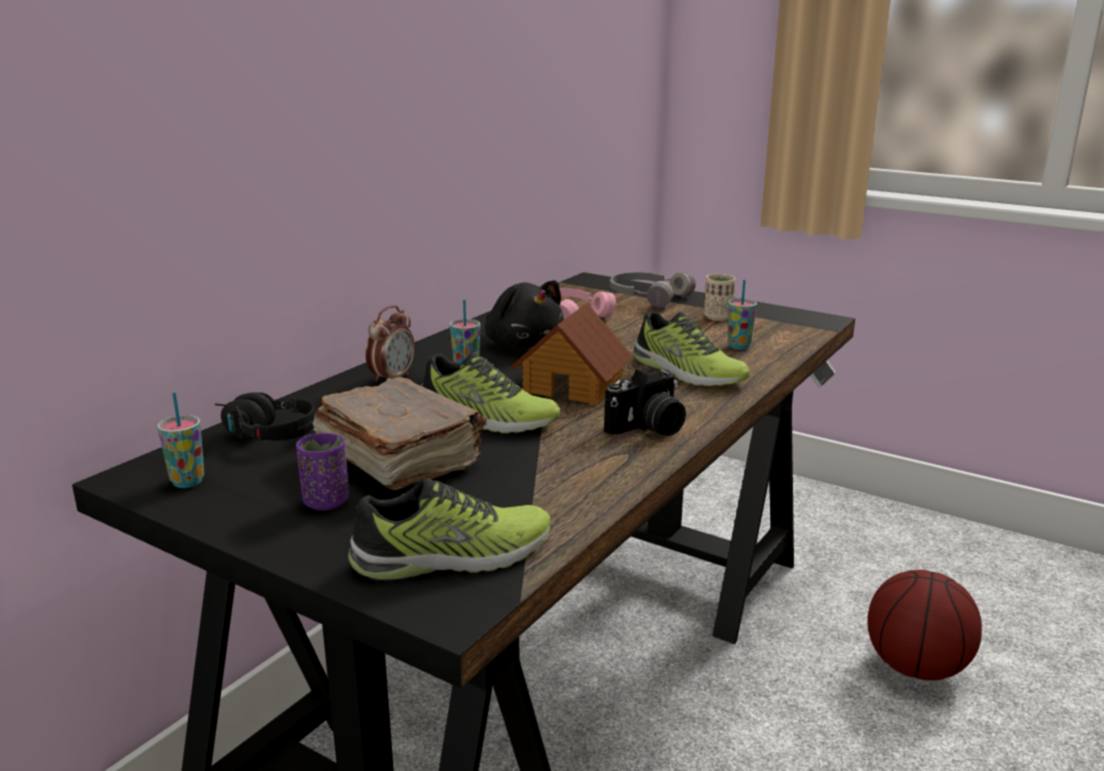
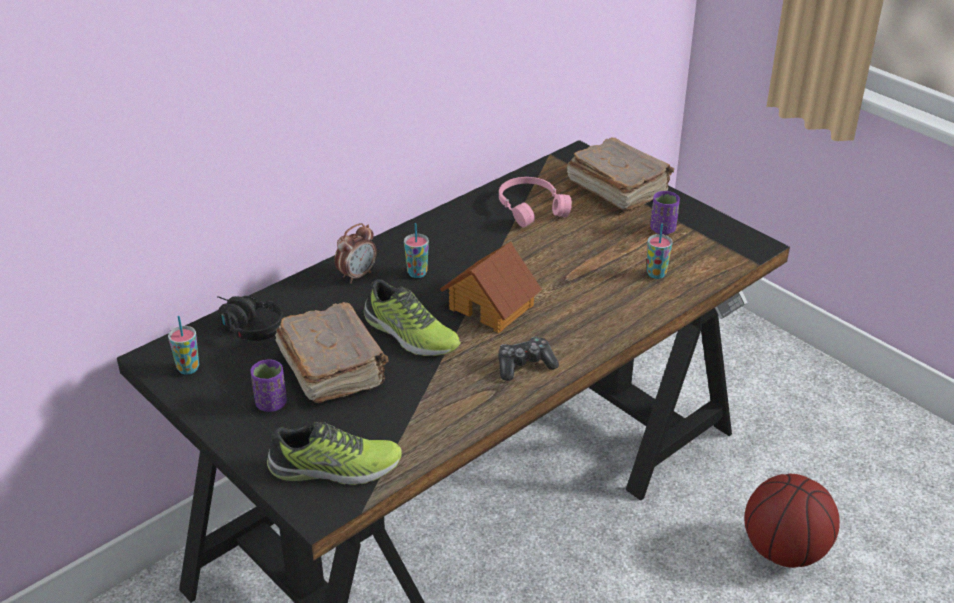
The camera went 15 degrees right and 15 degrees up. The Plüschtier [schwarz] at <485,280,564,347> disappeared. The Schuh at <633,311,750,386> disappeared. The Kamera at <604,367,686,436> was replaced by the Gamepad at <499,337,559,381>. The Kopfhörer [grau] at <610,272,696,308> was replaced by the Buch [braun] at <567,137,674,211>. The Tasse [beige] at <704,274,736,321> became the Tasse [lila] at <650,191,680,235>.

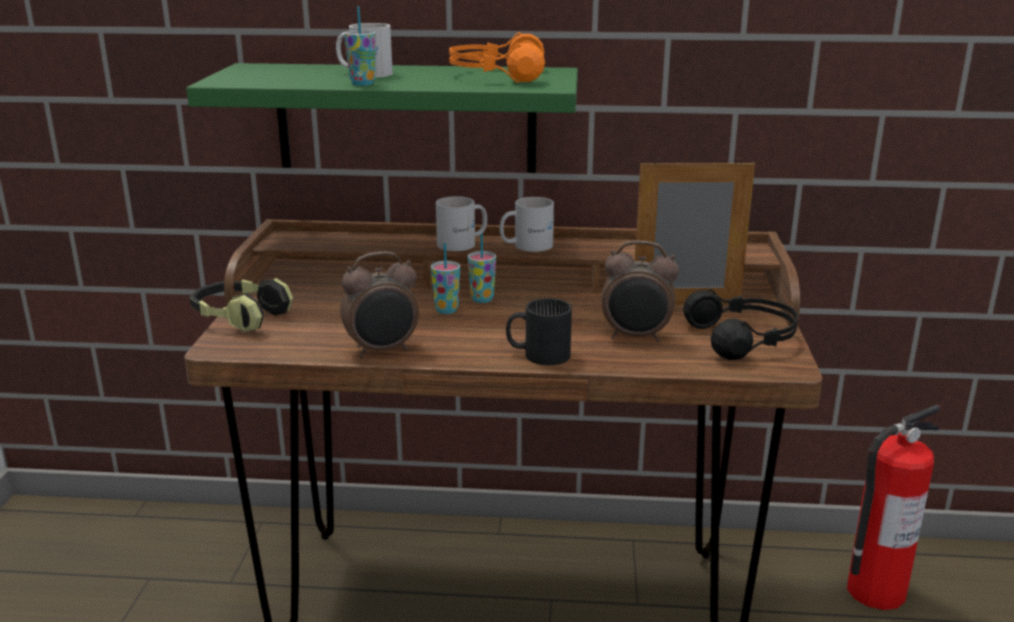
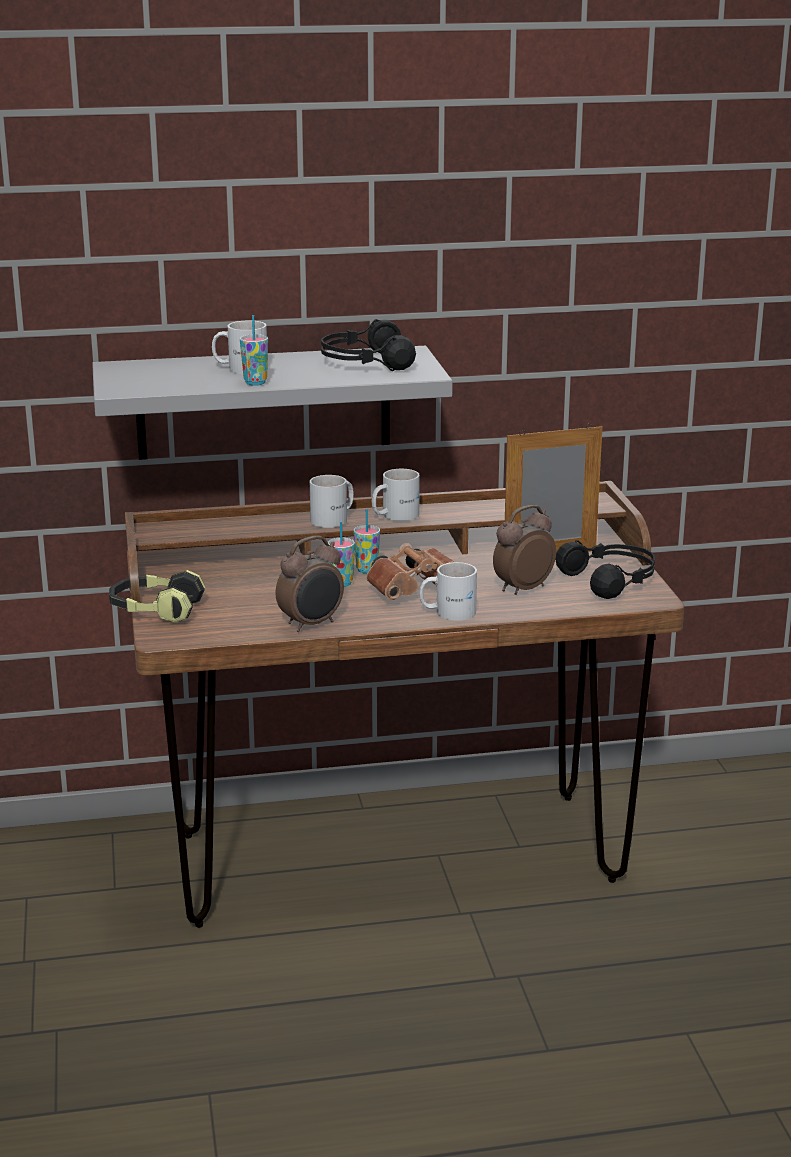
The camera went 15 degrees left and 0 degrees up. The Feuerlöscher at <847,405,940,610> disappeared. The Fernglas [braun] at <366,543,455,600> appeared. The Wandregal [grün] at <186,63,578,173> became the Wandregal [grau] at <92,346,453,460>. The Kopfhörer [orange] at <449,32,545,83> became the Kopfhörer [schwarz] at <321,319,416,371>. The Henkelbecher [schwarz] at <506,298,572,365> became the Henkelbecher [weiß] at <419,562,477,621>. The Wecker at <601,241,679,342> turned 150 degrees clockwise.

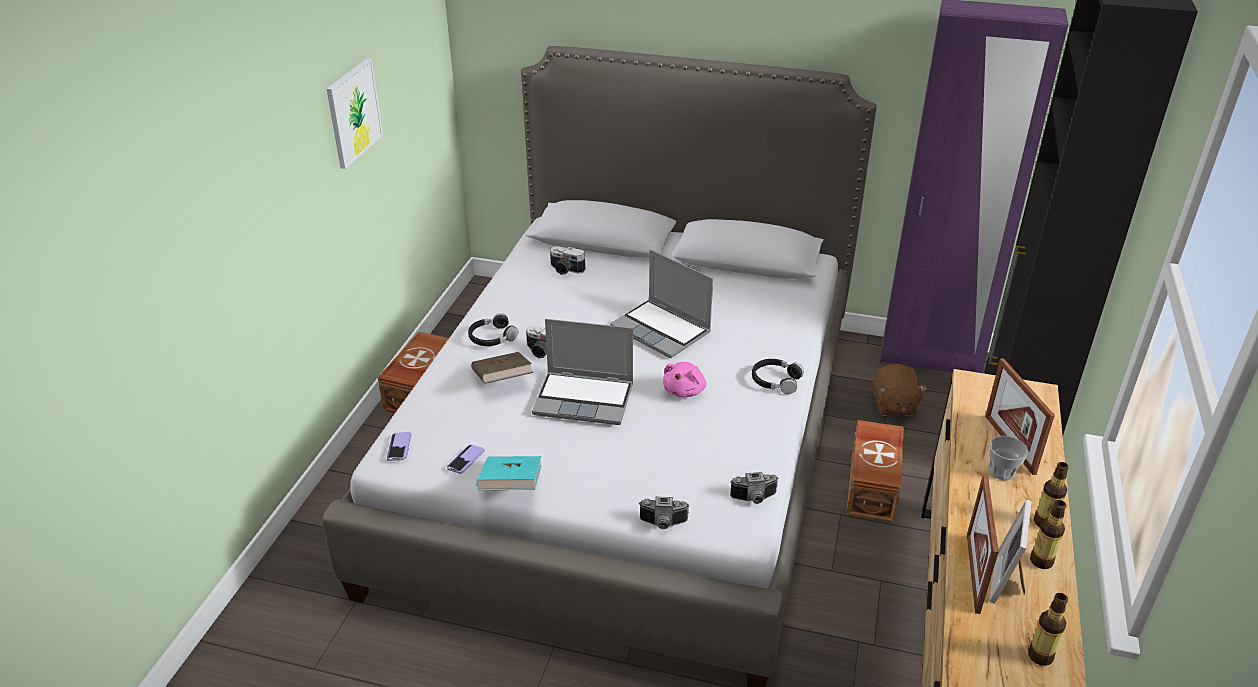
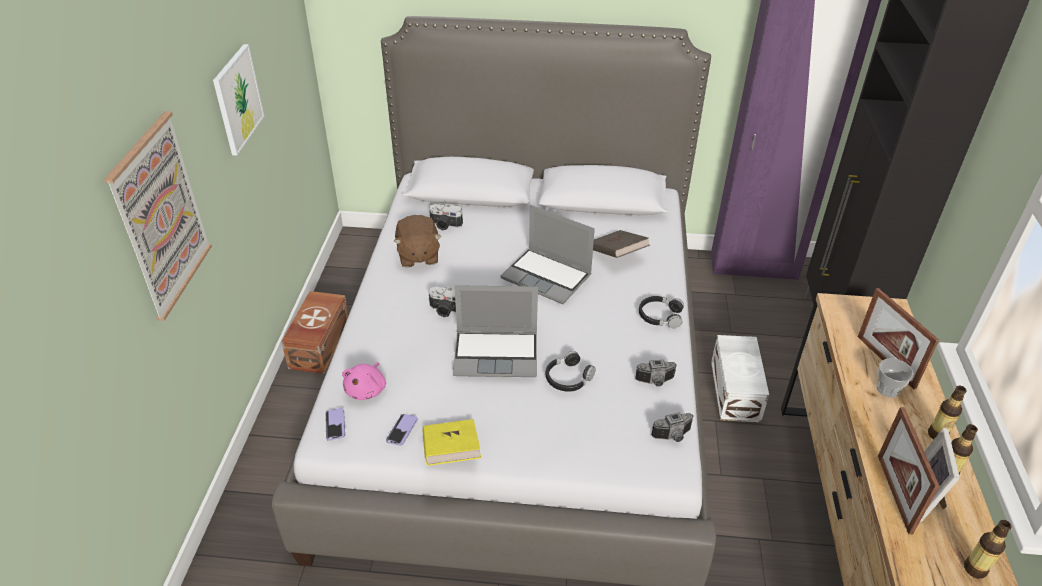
The camera went 10 degrees left and 5 degrees up. The Bild at <104,111,212,321> appeared. The Kopfhörer [schwarz] moved from <468,313,518,346> to <546,351,596,392>. The Buch [braun] moved from <471,352,533,384> to <593,230,650,258>. The Kamera moved from <639,497,689,529> to <635,360,677,387>. The Plüschtier [rosa] moved from <663,362,706,397> to <342,362,386,400>. The Plüschtier [braun] moved from <873,364,927,416> to <393,215,442,267>. The Buch [türkis] at <476,456,542,490> became the Buch [gelb] at <422,419,481,466>. The Aufbewahrungsbox [braun] at <846,420,904,522> became the Aufbewahrungsbox [weiß] at <711,335,769,422>.

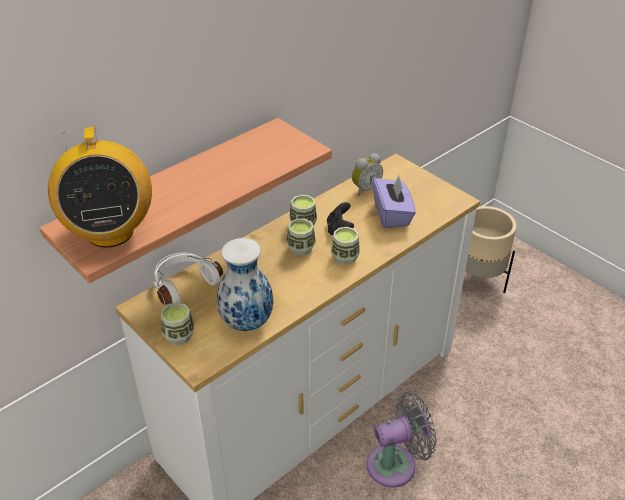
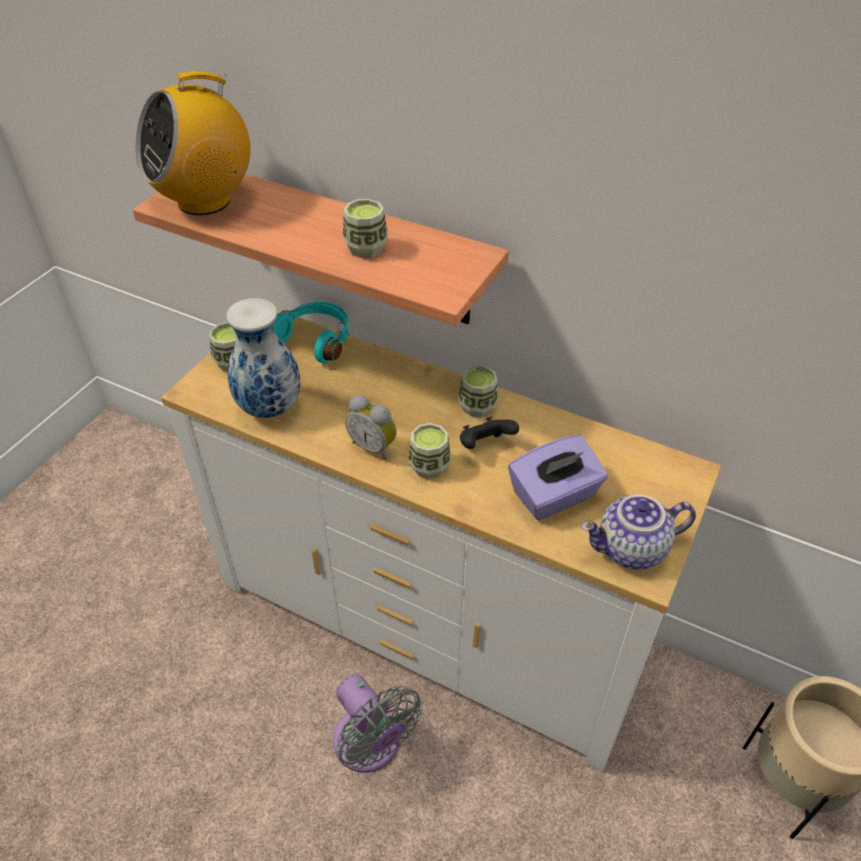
The camera went 70 degrees right and 5 degrees up. The Teekanne at <581,495,696,569> appeared. The Tasse moved from <287,219,316,256> to <343,199,388,258>. The Wecker moved from <352,153,383,196> to <345,395,397,460>. The Kopfhörer [weiß] at <153,253,223,305> became the Kopfhörer [türkis] at <274,302,349,364>.

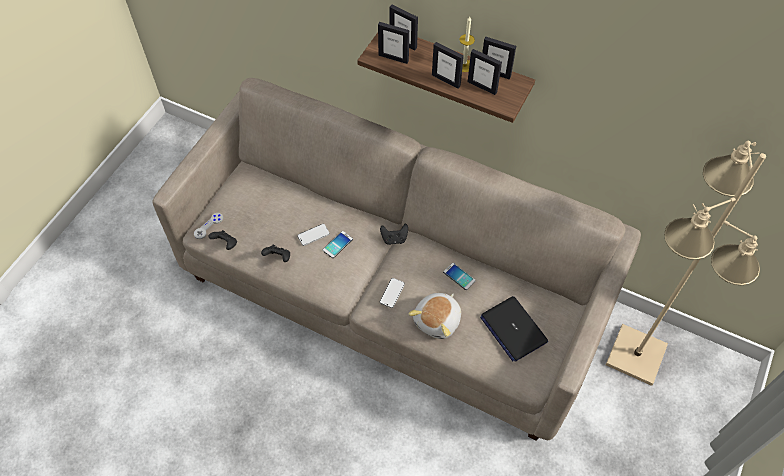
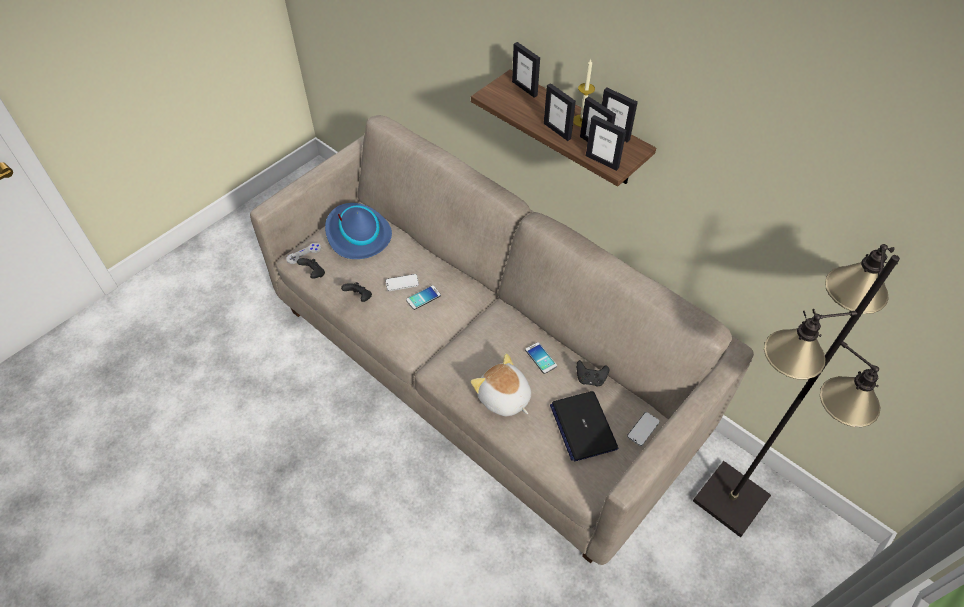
The camera went 15 degrees right and 5 degrees down. The Hut [blau] at <325,203,392,259> appeared. The Bilderrahmen moved from <378,22,409,64> to <586,115,626,171>. The Gamepad [schwarz] moved from <380,224,408,245> to <576,360,610,386>. The Handy moved from <380,278,405,308> to <627,412,660,446>. The Stehlampe [beige] at <606,141,766,386> became the Stehlampe [schwarz] at <693,244,900,538>. The Plüschtier at <408,293,461,339> turned 90 degrees clockwise.

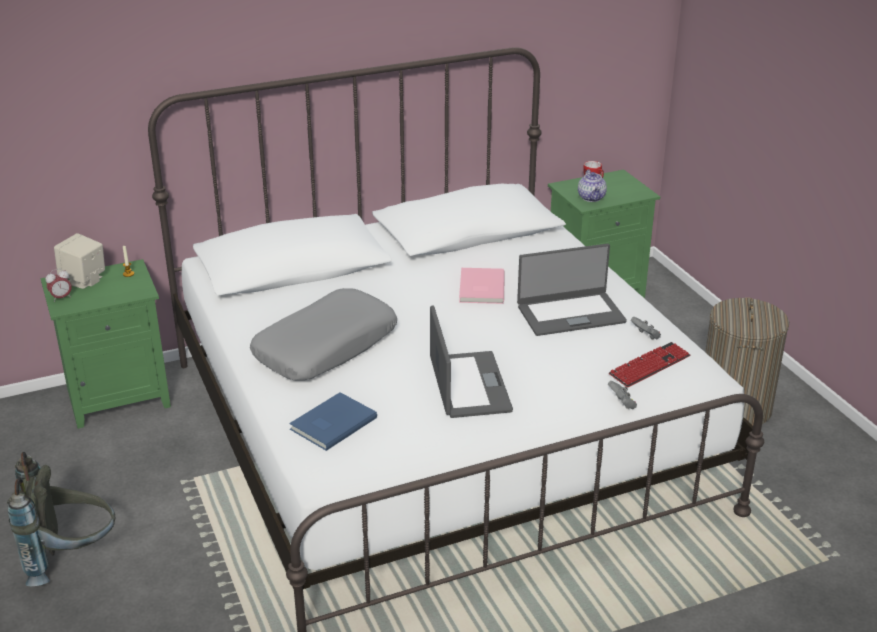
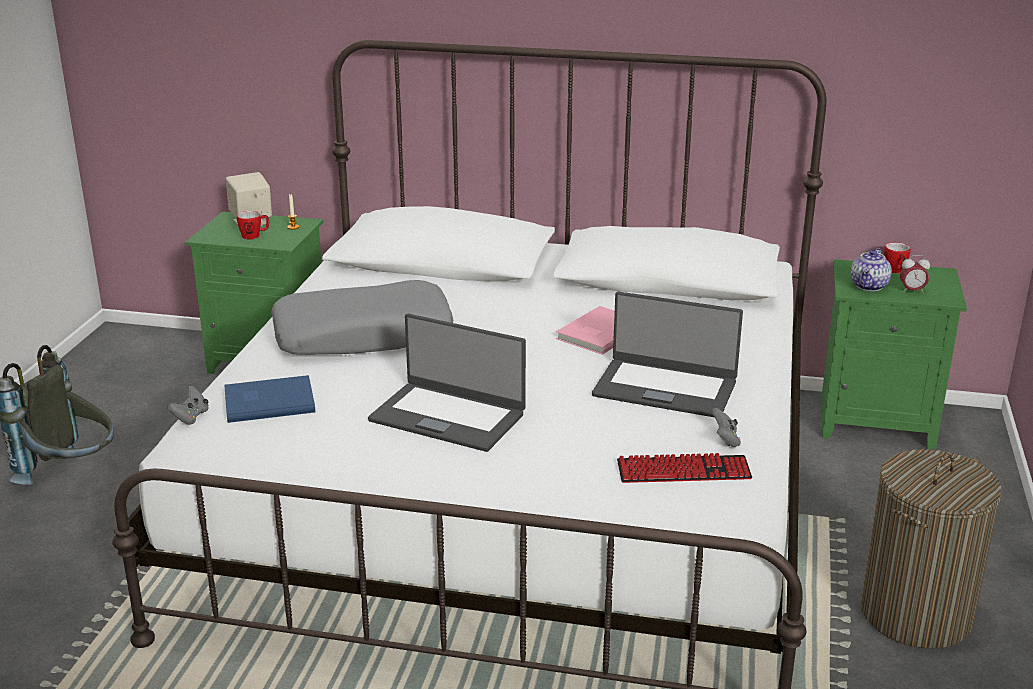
The camera went 35 degrees right and 5 degrees down. The Henkelbecher at <237,211,269,240> appeared. The Wecker moved from <45,268,72,302> to <900,255,930,293>. The Gamepad [grau] moved from <608,381,637,409> to <167,385,209,425>. The Laptop at <430,305,513,418> turned 90 degrees clockwise.

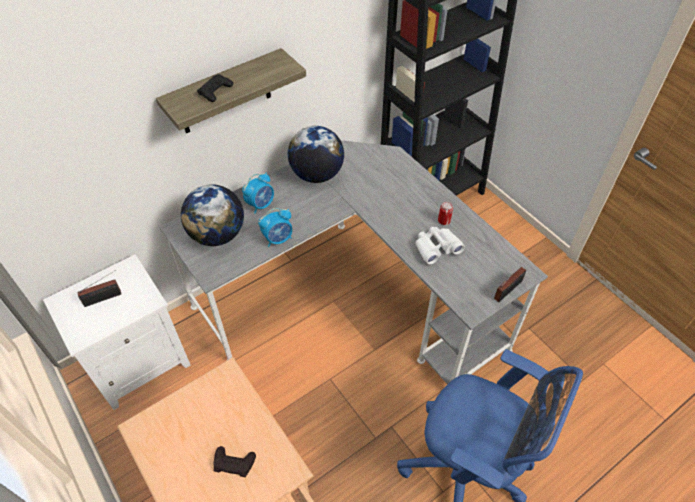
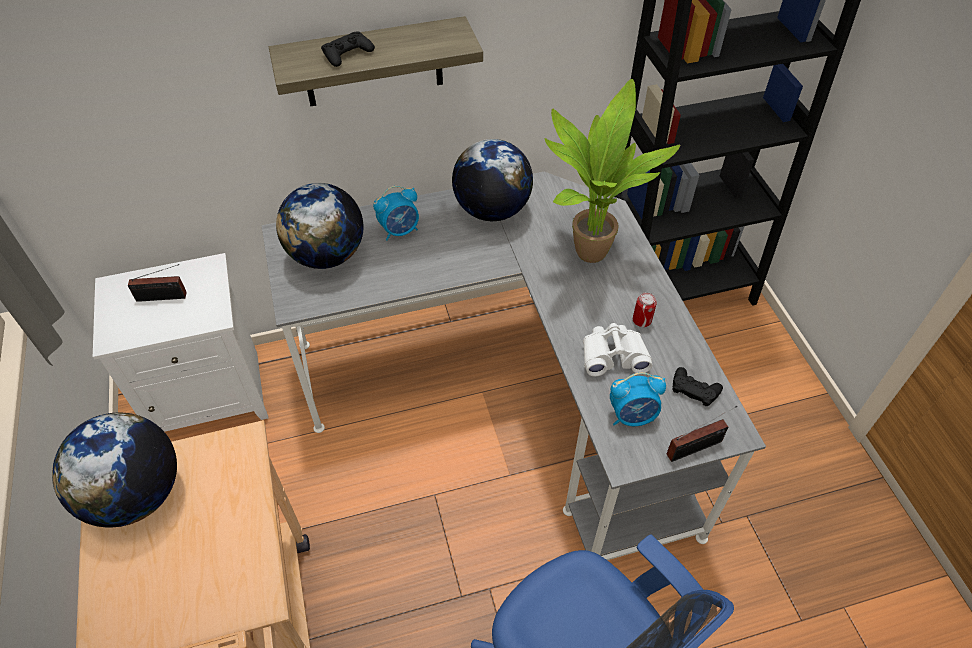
The camera went 20 degrees right and 0 degrees up. The Globus at <52,413,177,527> appeared. The Topfpflanze at <545,79,680,263> appeared. The Gamepad [schwarz] moved from <213,446,256,477> to <673,367,723,406>. The Wecker moved from <258,208,292,247> to <610,372,666,426>.

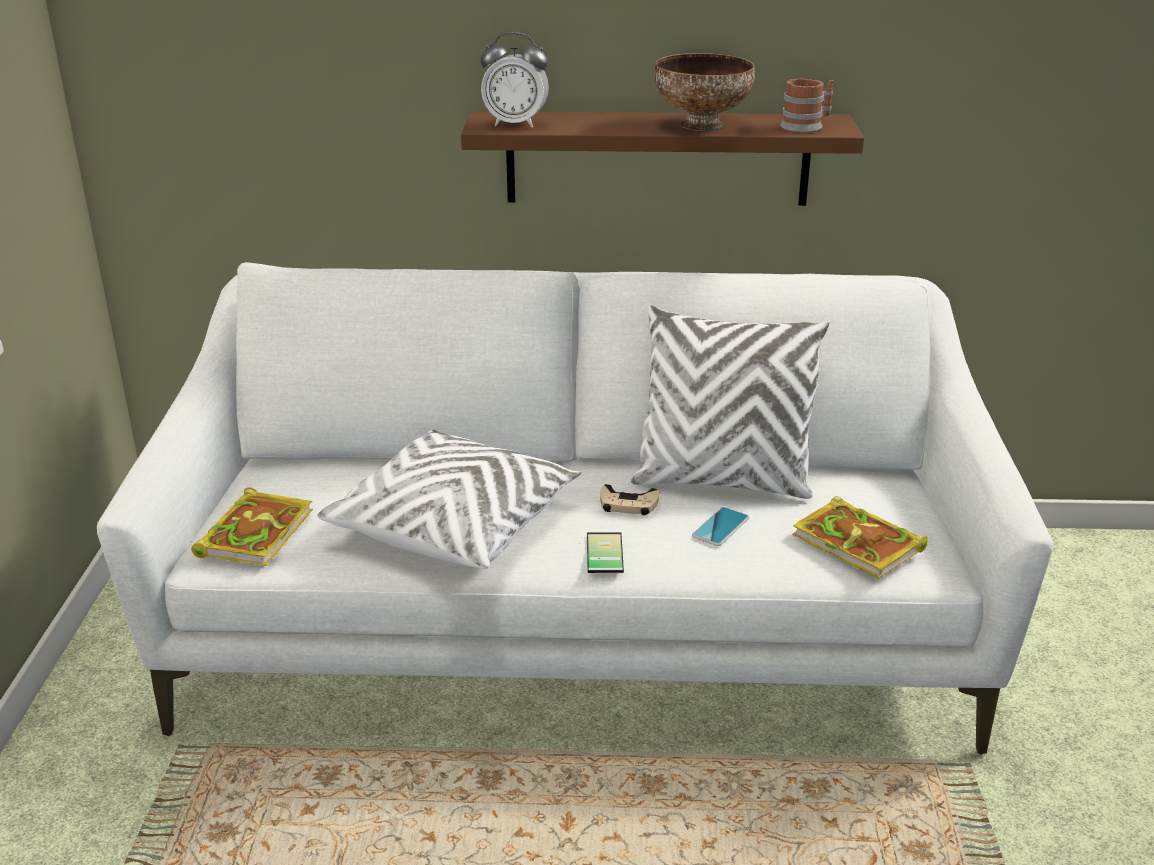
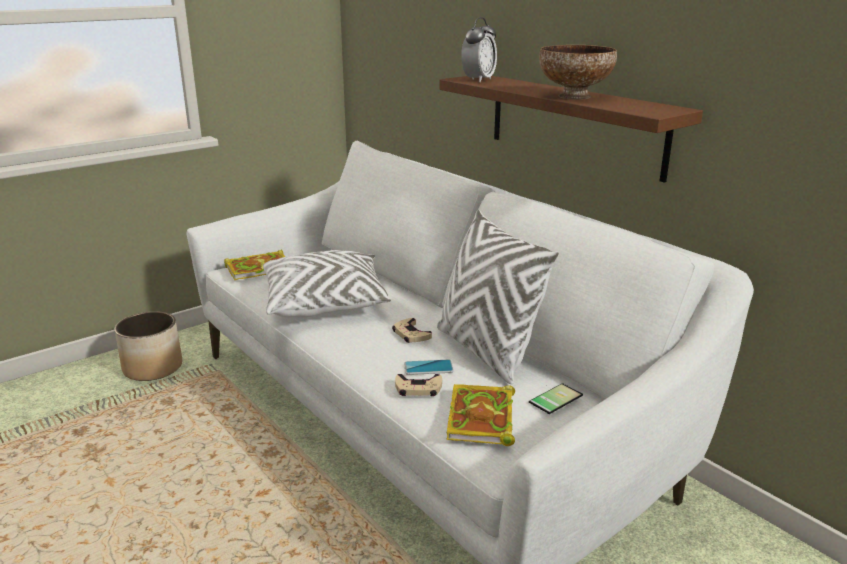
The camera went 50 degrees right and 5 degrees down. The Henkelbecher at <780,79,834,133> disappeared. The Pflanzkübel at <114,311,182,381> appeared. The Gamepad [beige] at <395,374,442,396> appeared. The Handy moved from <587,532,624,573> to <529,383,583,414>. The Wecker at <480,32,549,128> turned 120 degrees counterclockwise.

